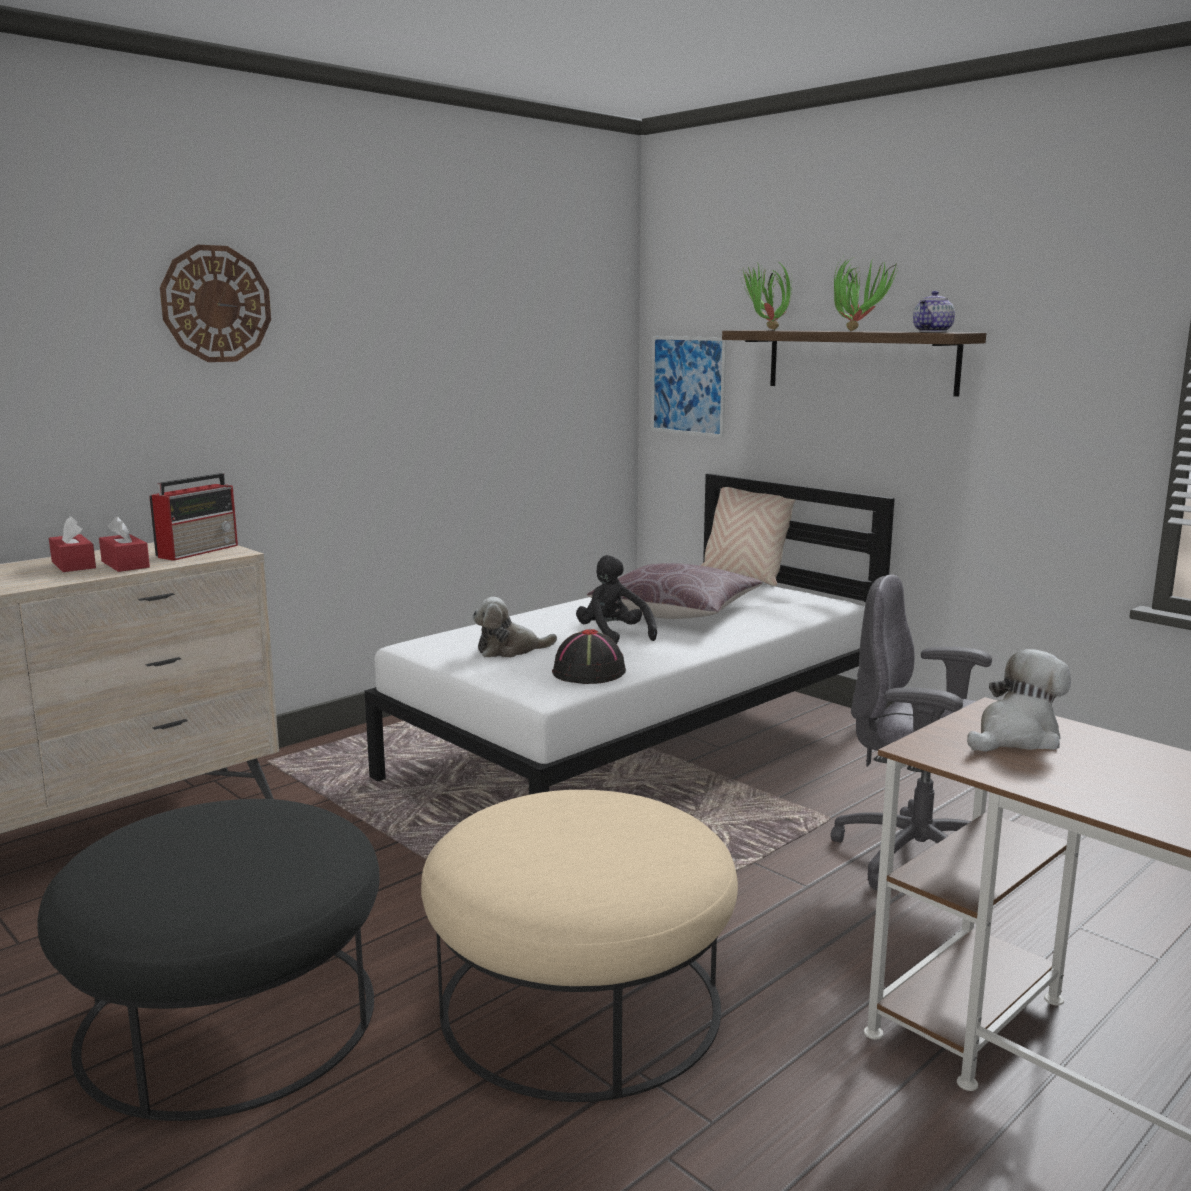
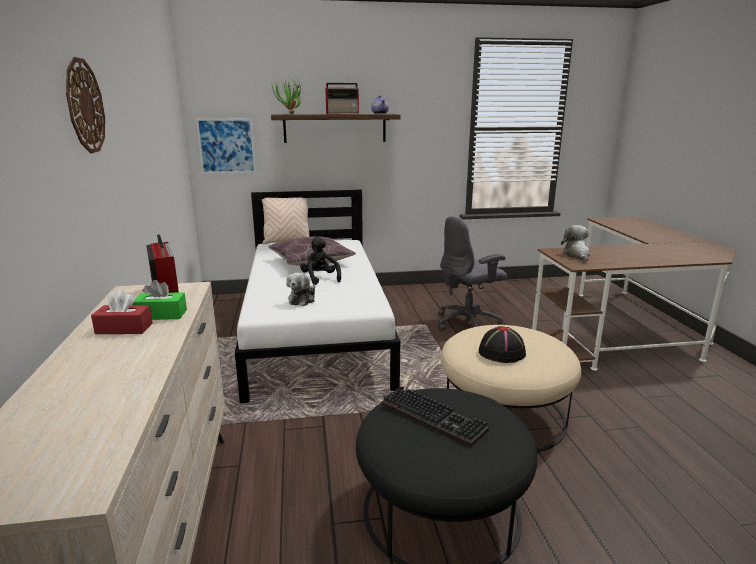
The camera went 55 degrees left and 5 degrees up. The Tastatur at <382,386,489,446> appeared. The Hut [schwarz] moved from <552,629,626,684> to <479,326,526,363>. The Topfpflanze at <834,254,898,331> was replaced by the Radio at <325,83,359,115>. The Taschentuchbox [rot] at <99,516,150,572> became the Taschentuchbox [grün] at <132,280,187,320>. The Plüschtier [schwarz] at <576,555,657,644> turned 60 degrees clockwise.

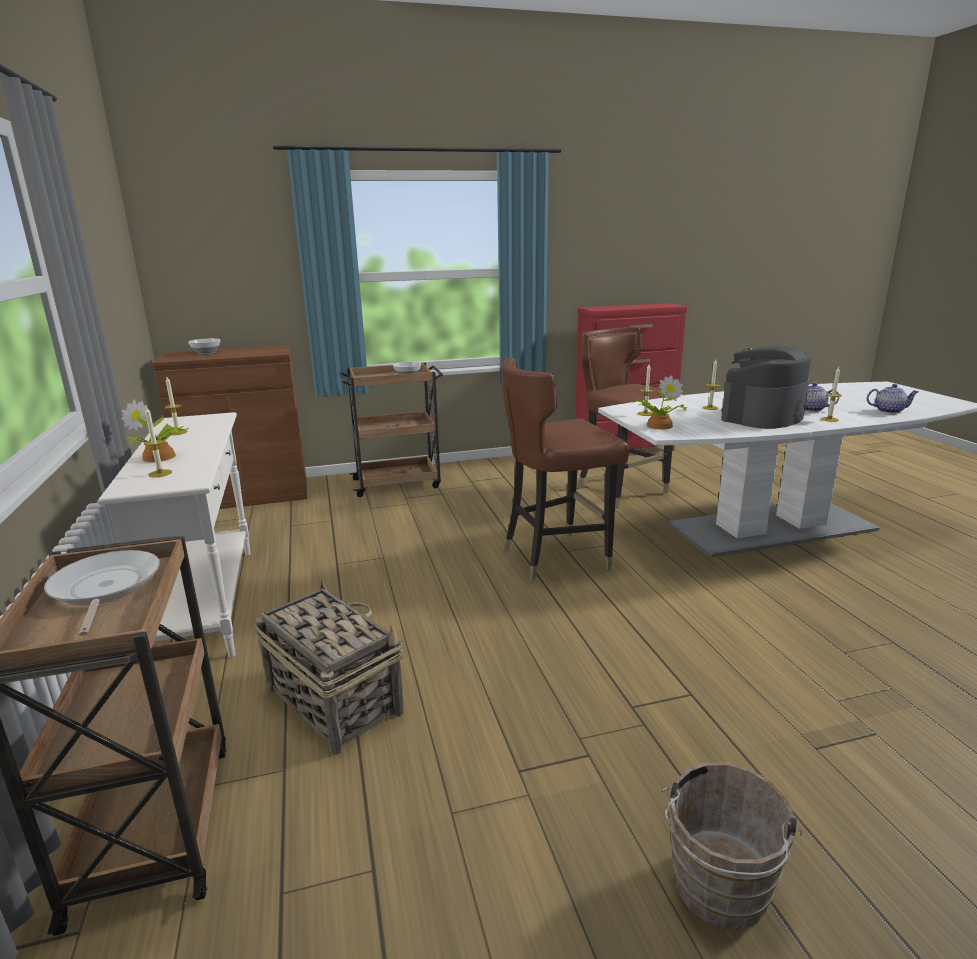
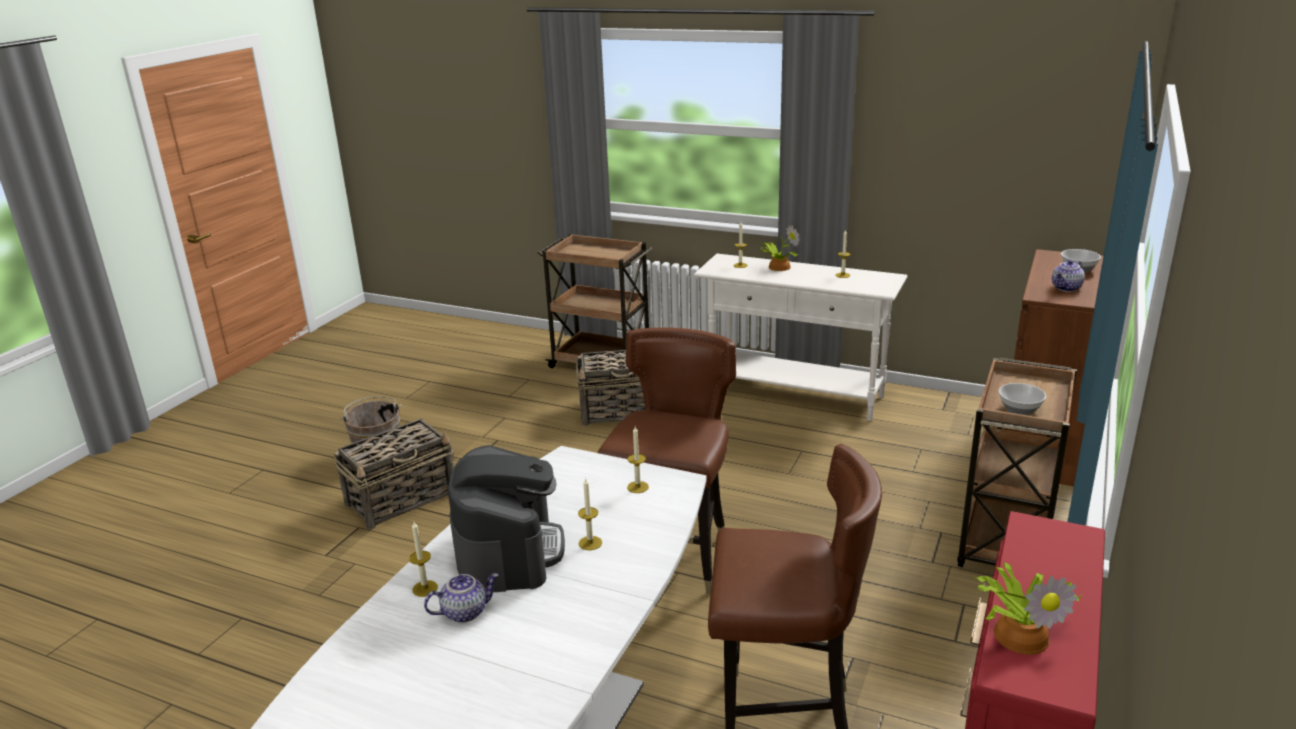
The camera went 130 degrees right and 5 degrees up. The Pfanne at <44,550,160,636> disappeared. The Korb at <334,419,455,530> appeared. The Topfpflanze moved from <633,375,687,430> to <974,562,1082,655>. The Teekanne moved from <867,384,919,413> to <1052,260,1085,292>.

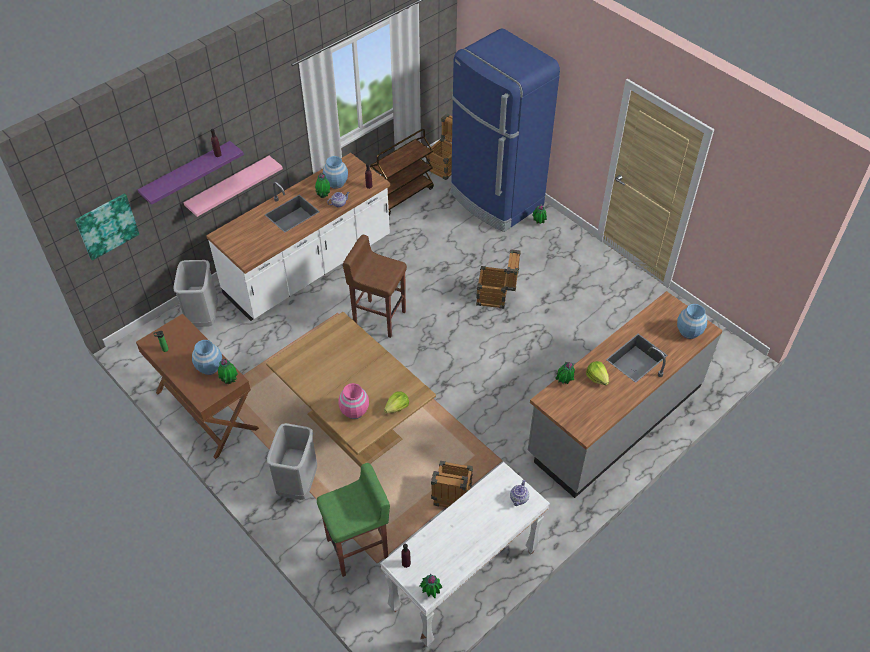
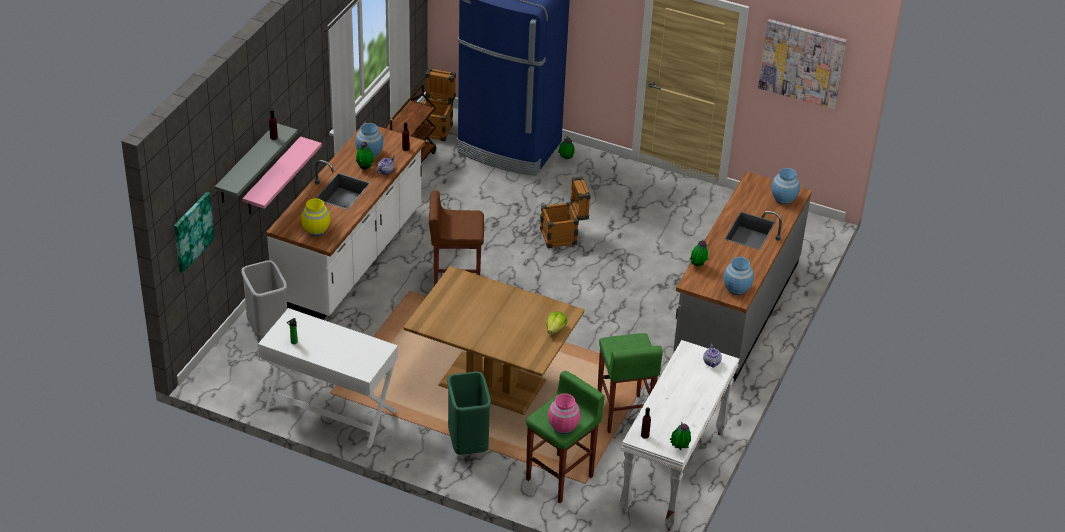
The camera went 25 degrees left and 10 degrees down. The Topfpflanze at <218,359,238,384> disappeared. The Salatkopf at <586,361,609,385> disappeared. The Vase [gelb] at <301,198,331,236> appeared. The Bild at <758,19,847,109> appeared. The Vase [blau] moved from <192,340,222,375> to <723,257,754,295>. The Vase [rosa] moved from <339,383,369,419> to <548,393,580,434>. The Kiste at <431,461,473,508> was replaced by the Hocker [grün] at <598,333,663,433>. The Schreibtisch [braun] at <136,314,259,459> became the Schreibtisch [weiß] at <258,308,398,448>. The Wandregal [lila] at <138,141,244,205> became the Wandregal [grau] at <215,123,298,203>. The Mülleimer [grau] at <267,423,317,500> became the Mülleimer [grün] at <447,371,491,455>.

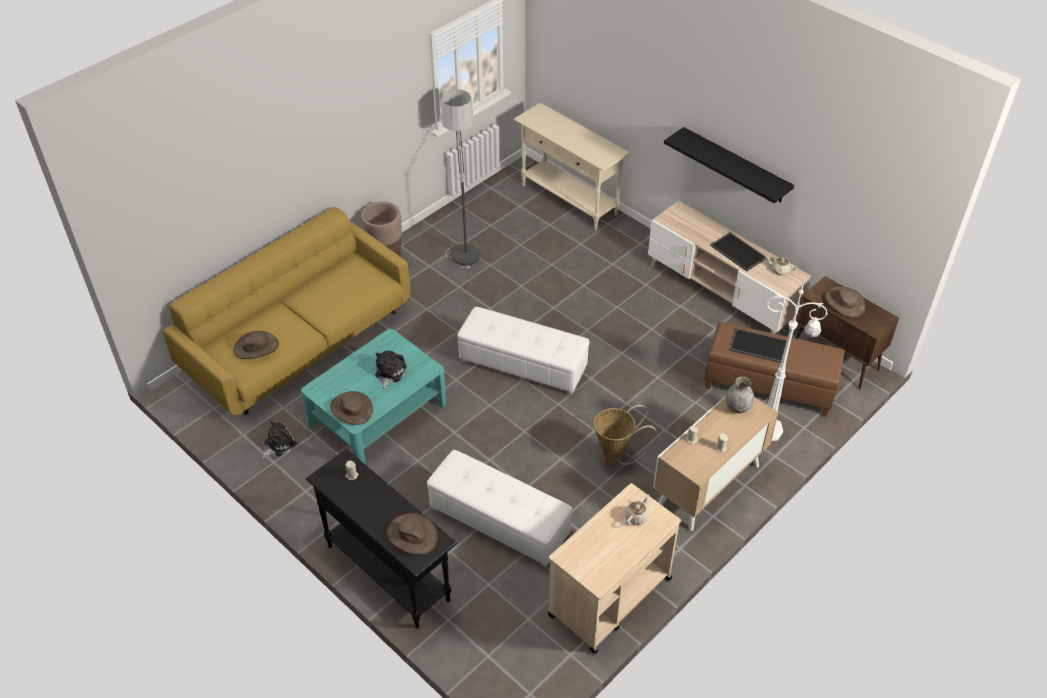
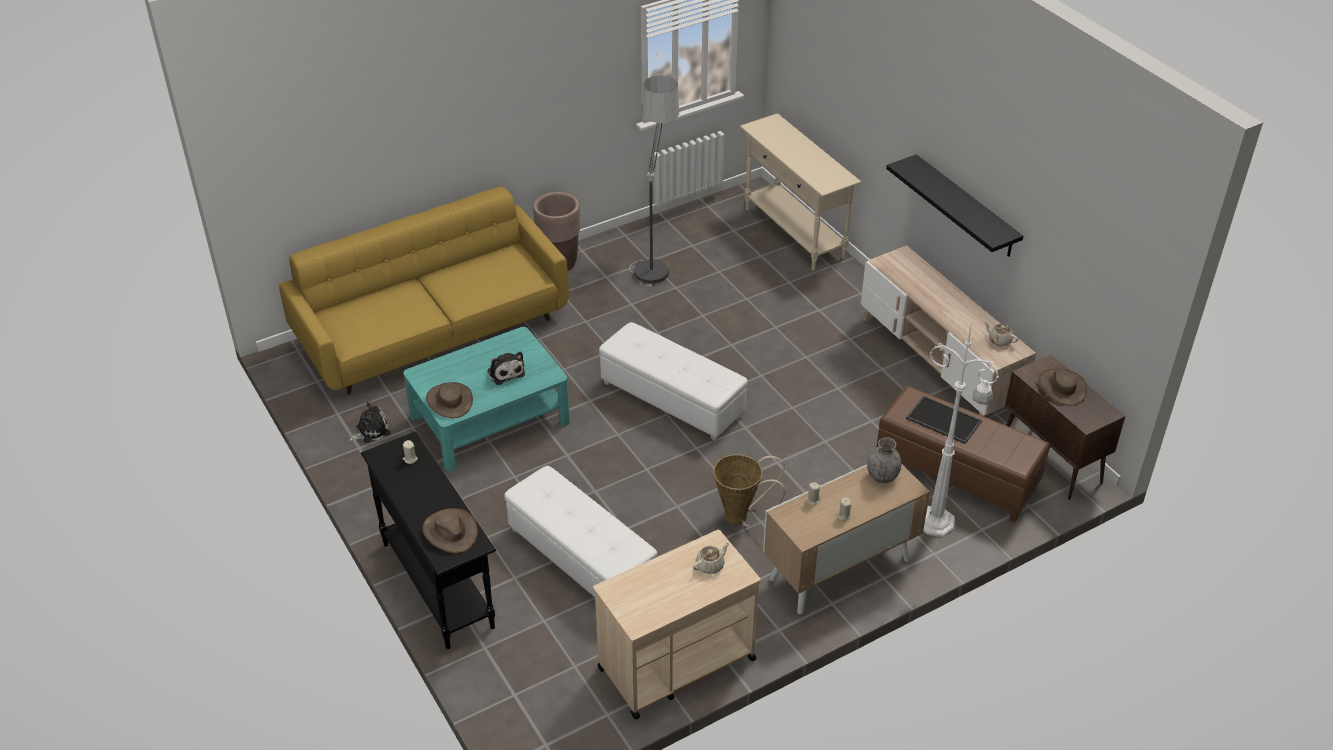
The camera went 15 degrees right and 5 degrees down. The Hut [braun] at <234,331,279,359> disappeared. The Tablett at <710,232,767,271> disappeared. The Plüschtier at <375,350,407,389> turned 120 degrees clockwise.

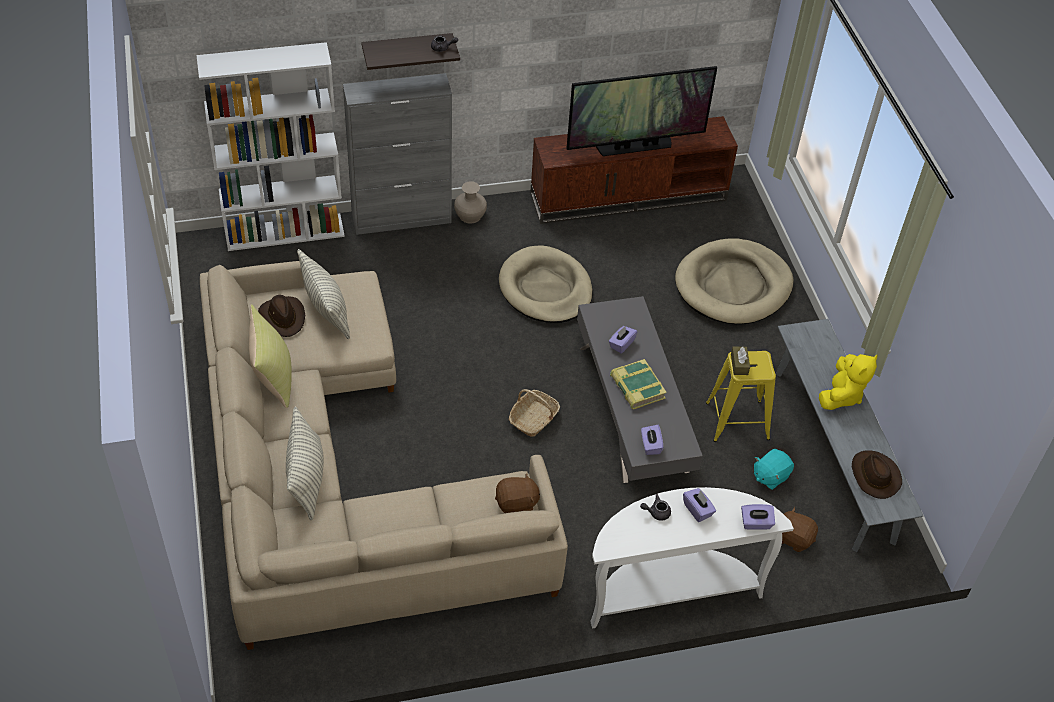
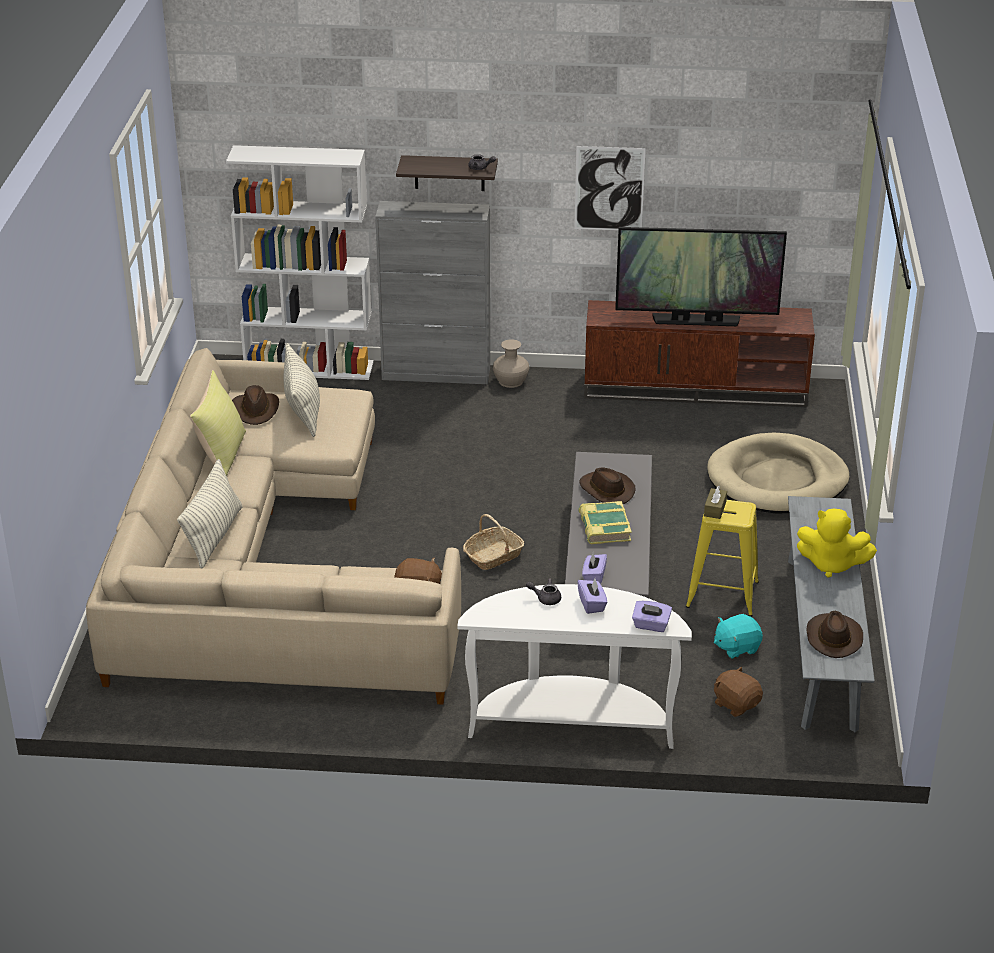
The camera went 20 degrees right and 15 degrees down. The Hundebett [beige] at <499,245,593,323> disappeared. The Bild at <574,146,646,230> appeared. The Taschentuchbox [lila] at <609,326,637,354> was replaced by the Hut [braun] at <580,467,636,504>. The Plüschtier [gelb] at <819,354,877,410> turned 60 degrees clockwise.

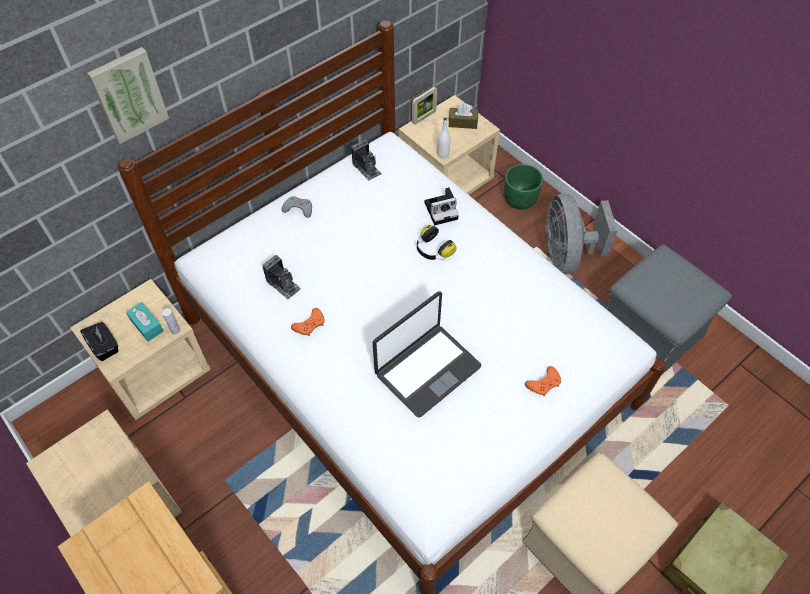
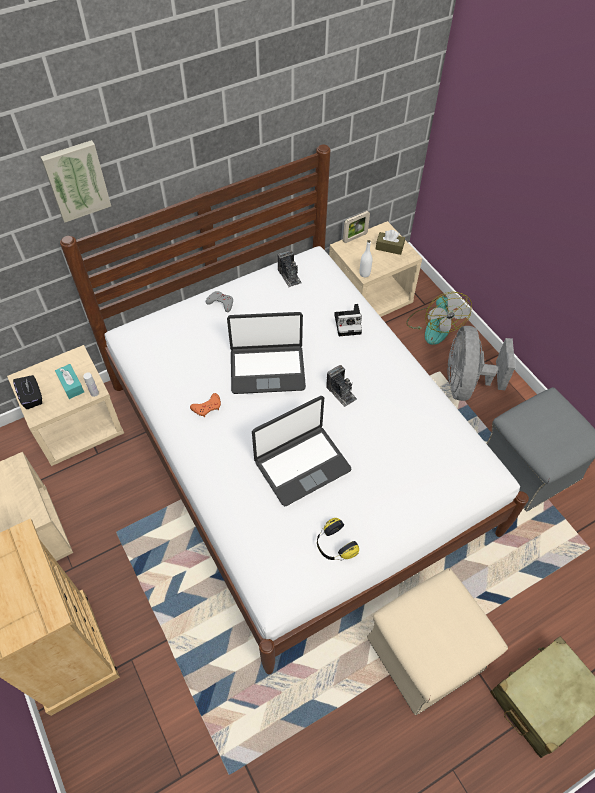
The camera went 10 degrees right and 0 degrees up. The Gamepad [orange] at <525,366,561,396> disappeared. The Laptop at <227,312,306,394> appeared. The Kamera moved from <262,255,301,300> to <326,365,357,407>. The Kopfhörer moved from <417,225,457,260> to <317,518,359,560>. The Pflanzkübel [grün] at <504,164,543,210> was replaced by the Ventilator at <406,292,472,345>.

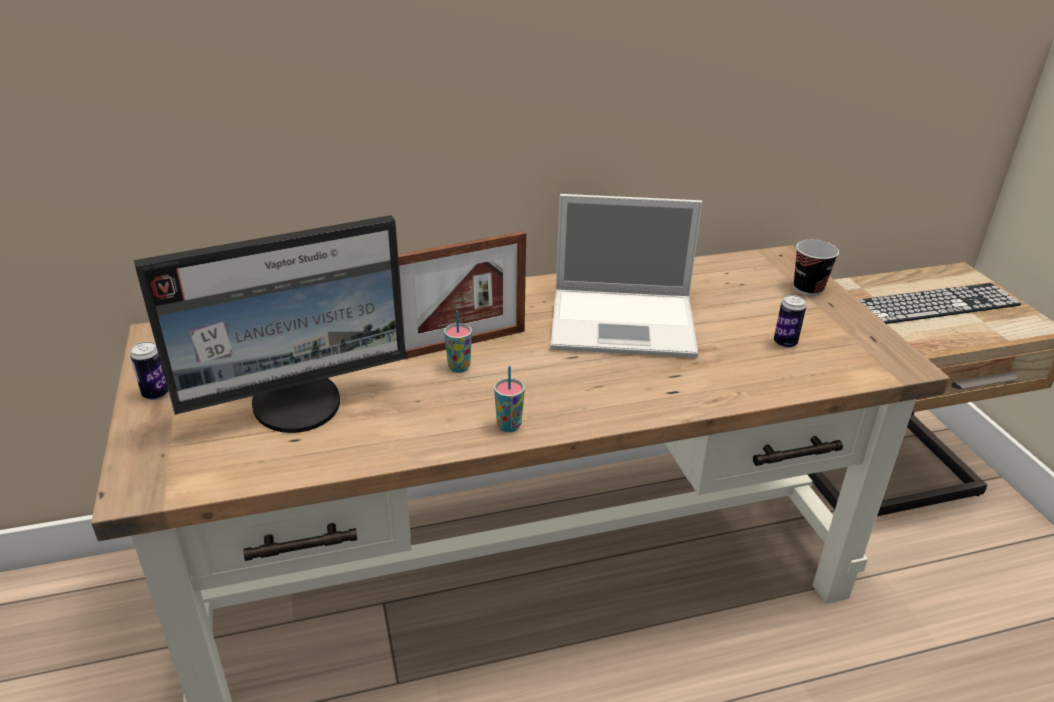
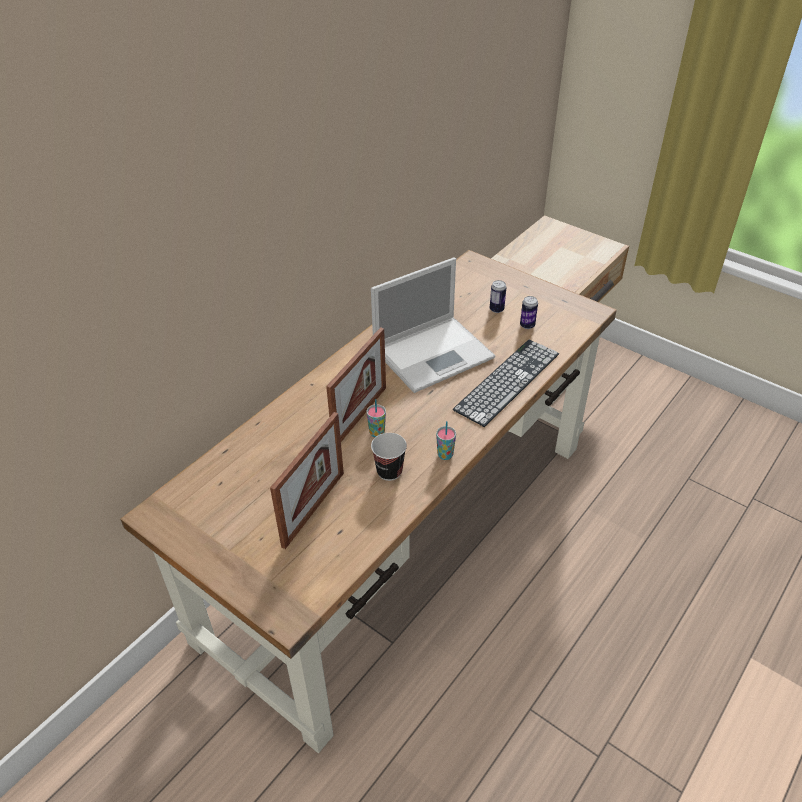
The camera went 35 degrees left and 10 degrees up. The Dose moved from <130,341,168,400> to <490,280,506,313>. The Tasse moved from <794,240,839,296> to <371,433,407,481>. The Tastatur moved from <859,283,1021,324> to <453,340,559,427>. The Monitor at <134,215,406,433> was replaced by the Bilderrahmen at <270,412,344,549>.

